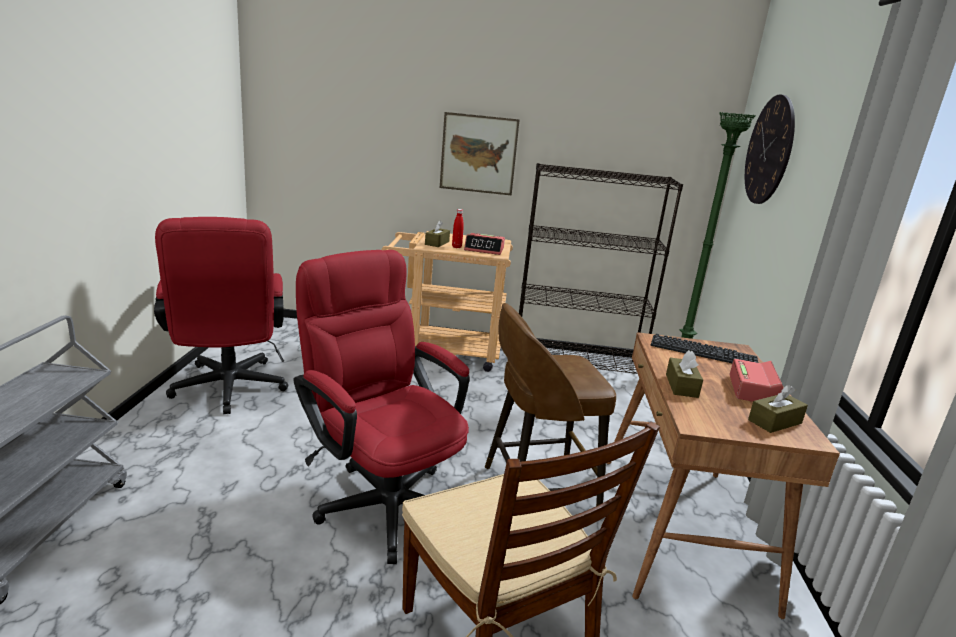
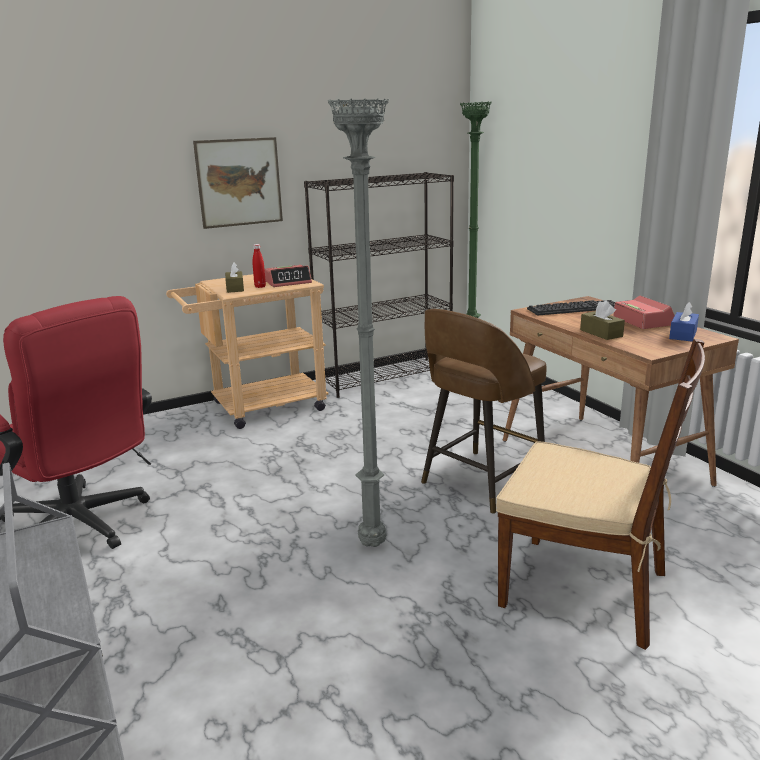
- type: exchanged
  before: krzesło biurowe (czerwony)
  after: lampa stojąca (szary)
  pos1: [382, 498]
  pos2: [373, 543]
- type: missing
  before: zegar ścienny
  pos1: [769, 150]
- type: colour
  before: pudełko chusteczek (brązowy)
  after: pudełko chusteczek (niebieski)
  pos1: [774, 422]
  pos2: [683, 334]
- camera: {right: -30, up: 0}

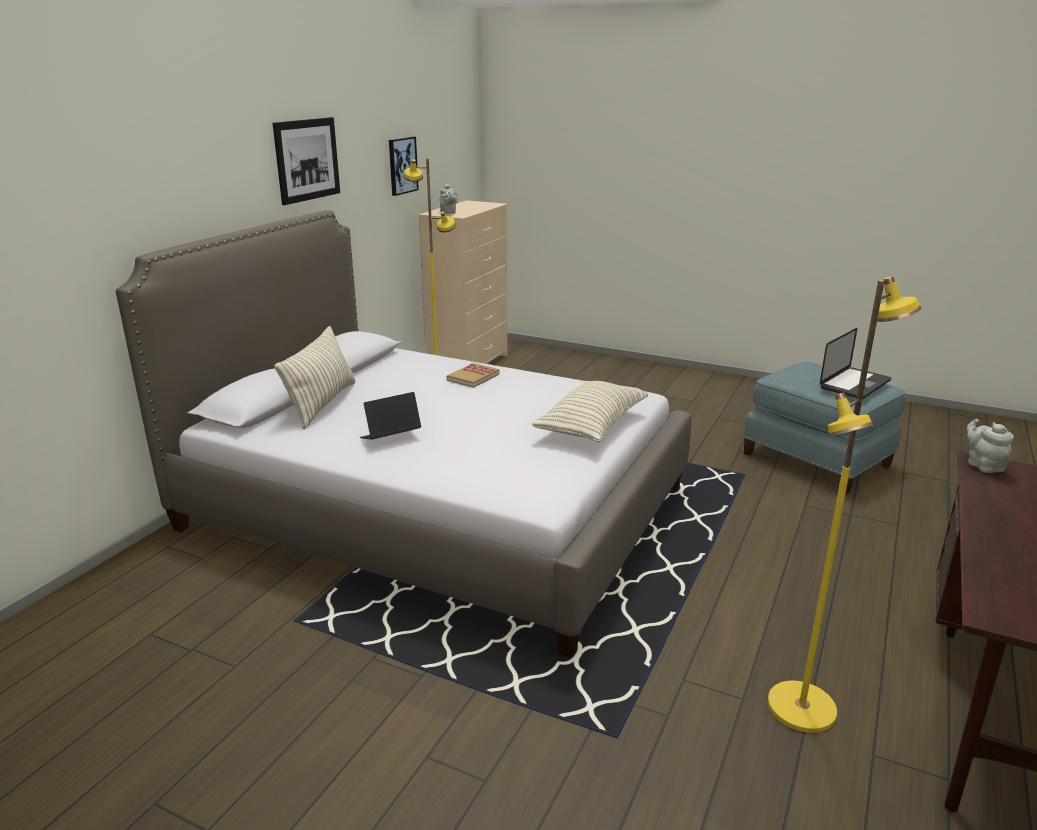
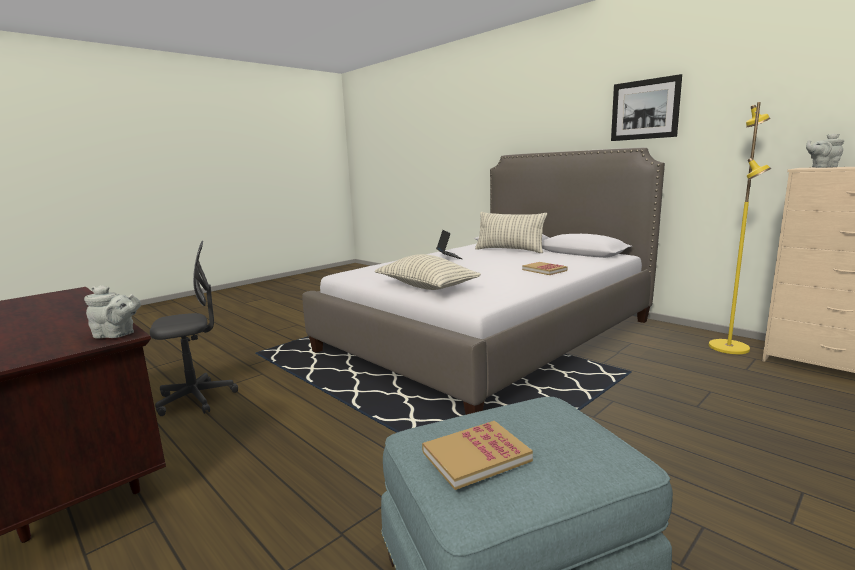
- type: missing
  before: obraz
  pos1: [402, 165]
- type: exchanged
  before: lampa stojąca (żółty)
  after: krzesło biurowe (szary)
  pos1: [803, 708]
  pos2: [196, 399]
- type: exchanged
  before: laptop
  after: książka
  pos1: [855, 384]
  pos2: [476, 456]
- camera: {right: 110, up: -10}

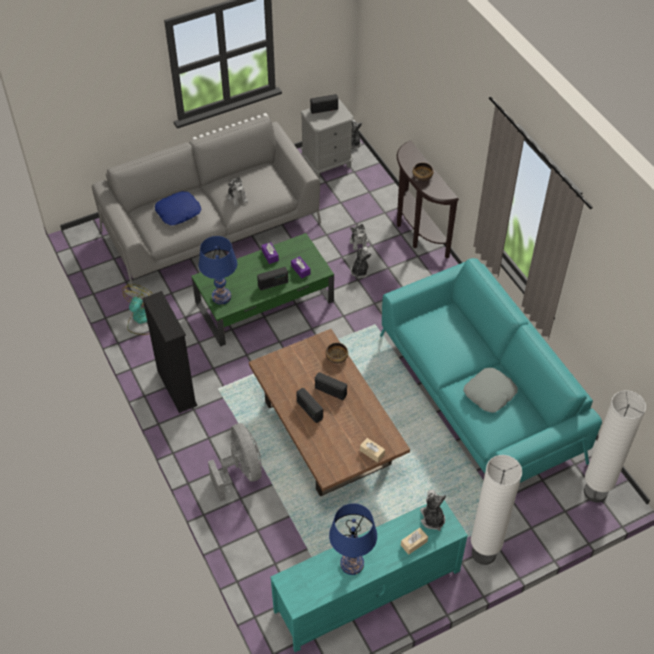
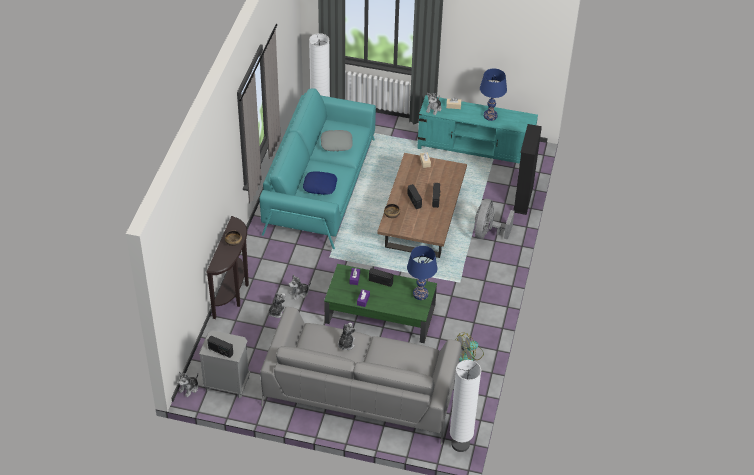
- type: relocated
  before: regał (czarny)
  pos1: [176, 388]
  pos2: [523, 199]
- type: relocated
  before: poduszka (niebieski)
  pos1: [178, 212]
  pos2: [320, 185]
- type: relocated
  before: lampa stojąca (biały)
  pos1: [483, 553]
  pos2: [460, 444]
- camera: {right: -140, up: -5}

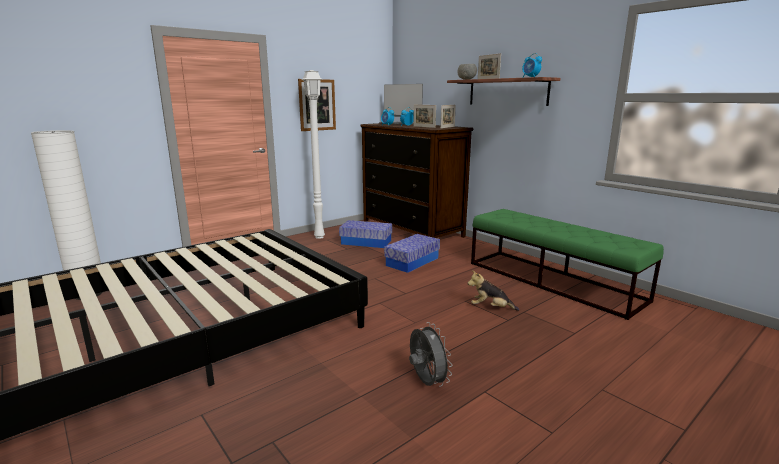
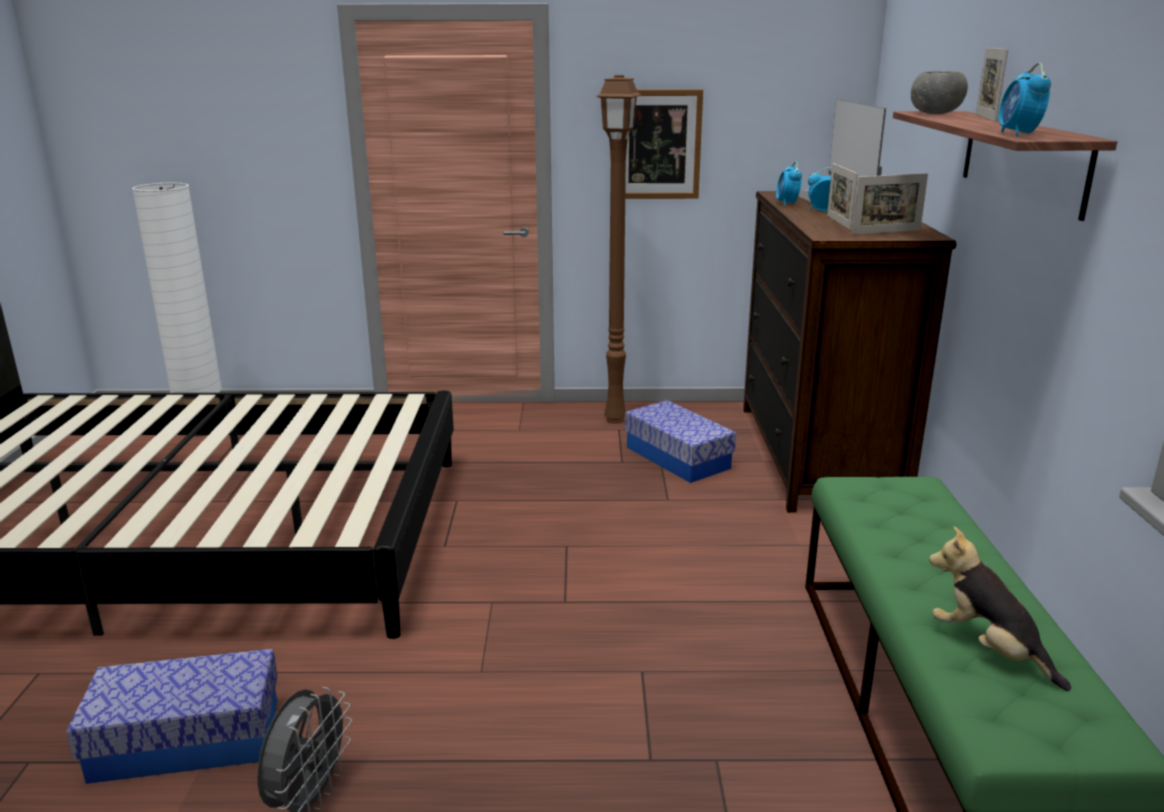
- type: colour
  before: lampa stojąca (biały)
  after: lampa stojąca (brązowy)
  pos1: [320, 237]
  pos2: [617, 419]
- type: relocated
  before: pojemnik do przechowywania
  pos1: [412, 262]
  pos2: [186, 740]
- type: relocated
  before: pluszak
  pos1: [490, 308]
  pos2: [988, 649]
- camera: {right: 40, up: 5}

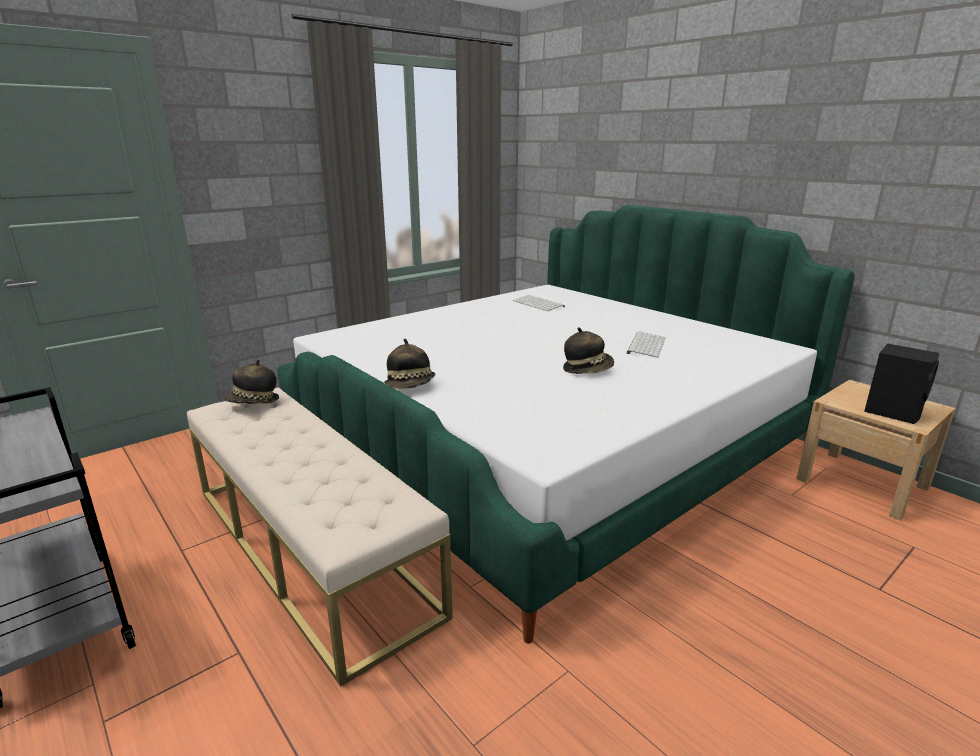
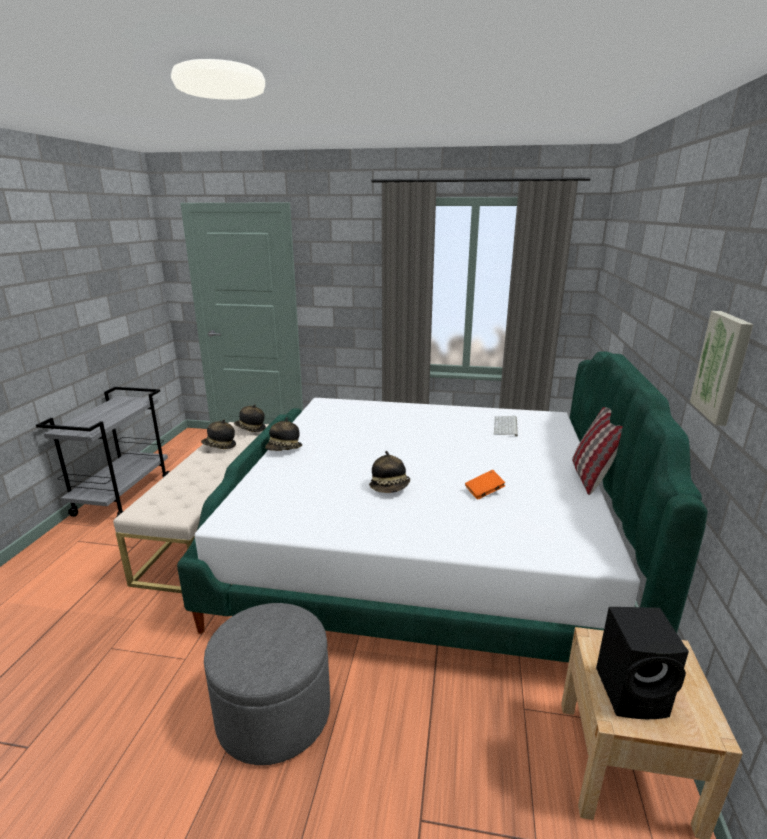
- type: exchanged
  before: klawiatura
  after: książka (pomarańczowy)
  pos1: [645, 345]
  pos2: [484, 492]
- type: appeared
  after: kapelusz
  pos2: [219, 446]
- type: appeared
  after: pufa (szary)
  pos2: [274, 713]
- type: appeared
  after: poduszka
  pos2: [590, 477]
- type: appeared
  after: obraz
  pos2: [723, 367]
- camera: {right: 50, up: 0}

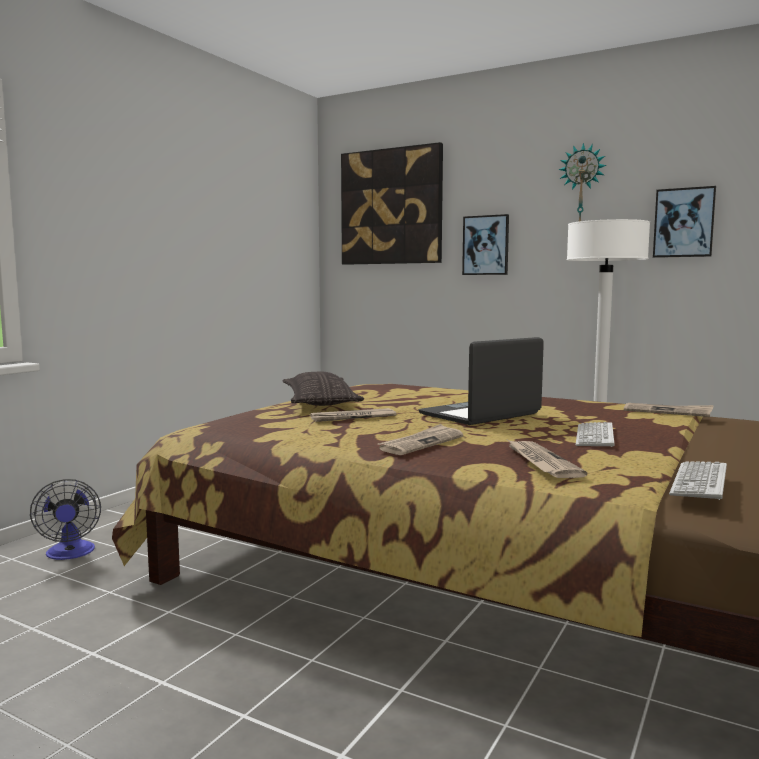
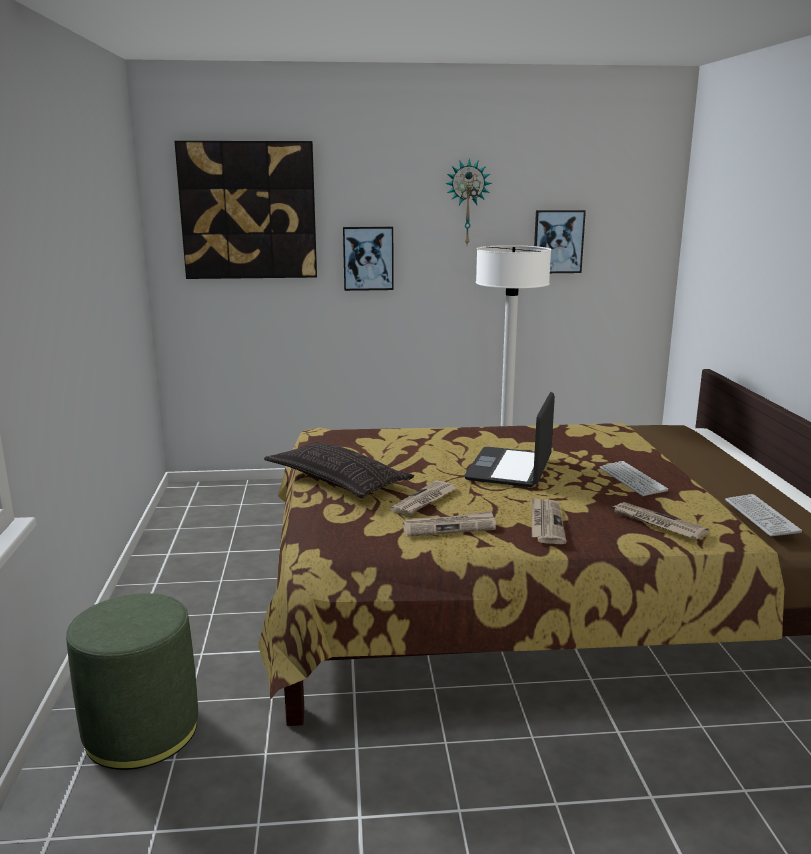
- type: exchanged
  before: wentylator
  after: pufa (zielony)
  pos1: [70, 554]
  pos2: [141, 731]
- type: relocated
  before: gazeta
  pos1: [667, 412]
  pos2: [450, 527]
- camera: {right: -35, up: 10}

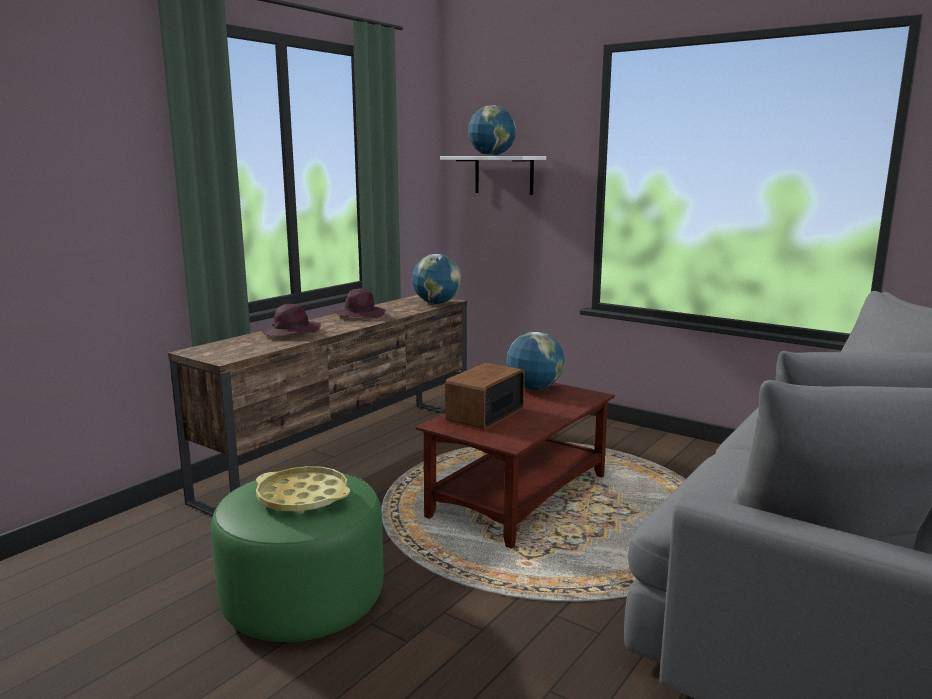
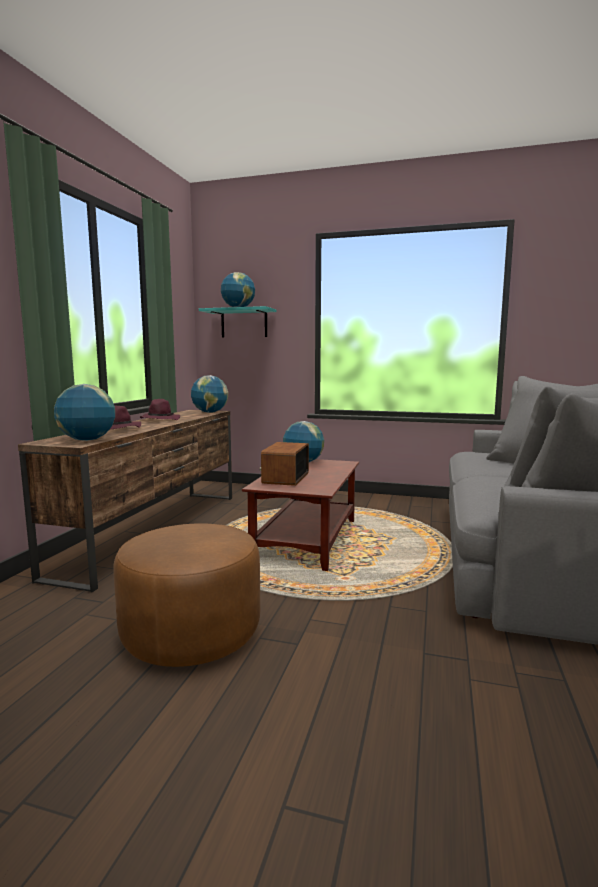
- type: colour
  before: pufa (zielony)
  after: pufa (brązowy)
  pos1: [303, 600]
  pos2: [191, 632]
- type: missing
  before: taca (żółty)
  pos1: [303, 497]
- type: colour
  before: półka (biały)
  after: półka (turkusowy)
  pos1: [504, 175]
  pos2: [244, 323]
- type: appeared
  after: globus
  pos2: [87, 440]
- camera: {right: -20, up: -5}

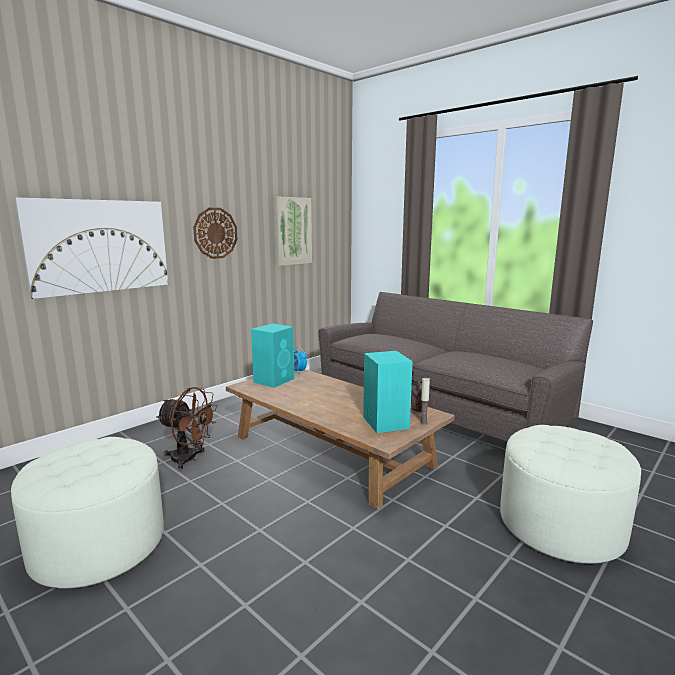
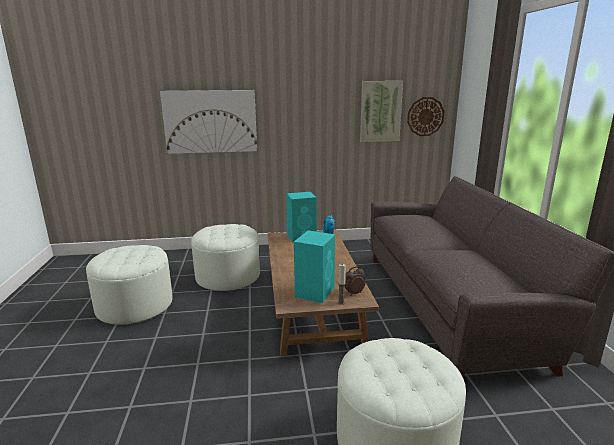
- type: exchanged
  before: wentylator (brązowy)
  after: pufa (biały)
  pos1: [189, 459]
  pos2: [228, 277]
- type: relocated
  before: zegar ścienny
  pos1: [215, 233]
  pos2: [425, 116]
- camera: {right: 40, up: 5}

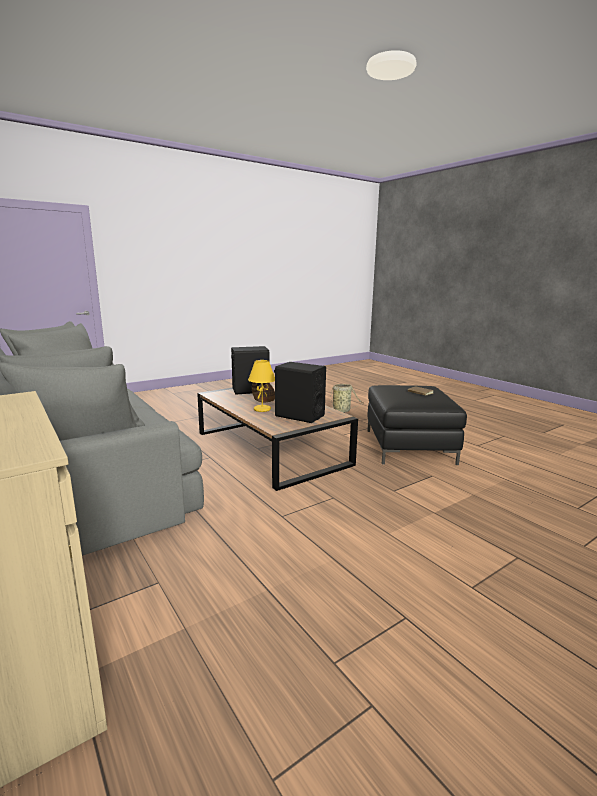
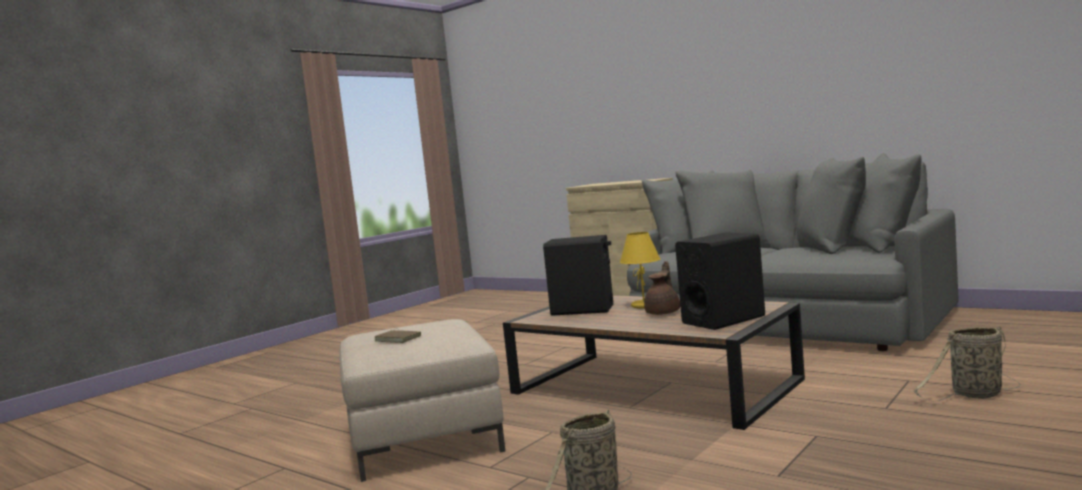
- type: colour
  before: pufa (czarny)
  after: pufa (beżowy)
  pos1: [408, 446]
  pos2: [424, 437]
- type: appeared
  after: koszyk
  pos2: [974, 395]
- camera: {right: 165, up: -10}

